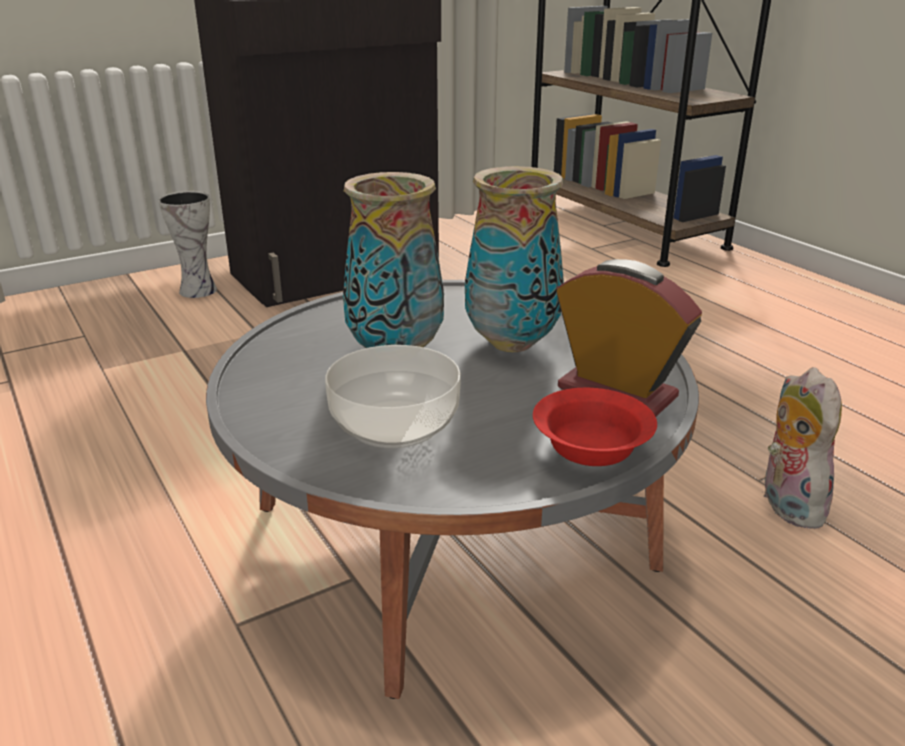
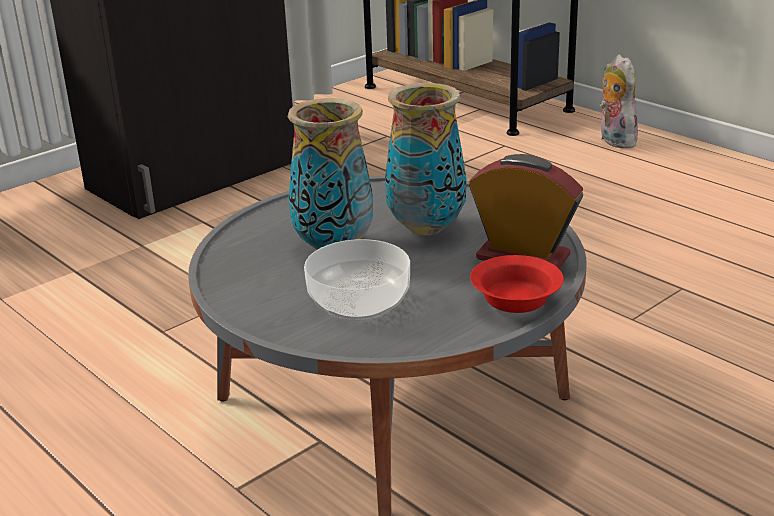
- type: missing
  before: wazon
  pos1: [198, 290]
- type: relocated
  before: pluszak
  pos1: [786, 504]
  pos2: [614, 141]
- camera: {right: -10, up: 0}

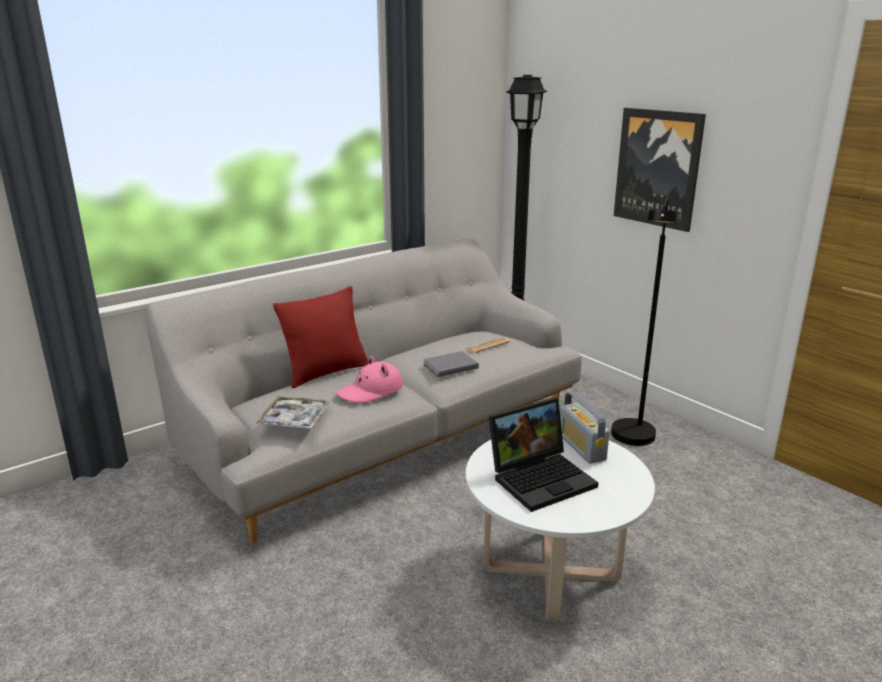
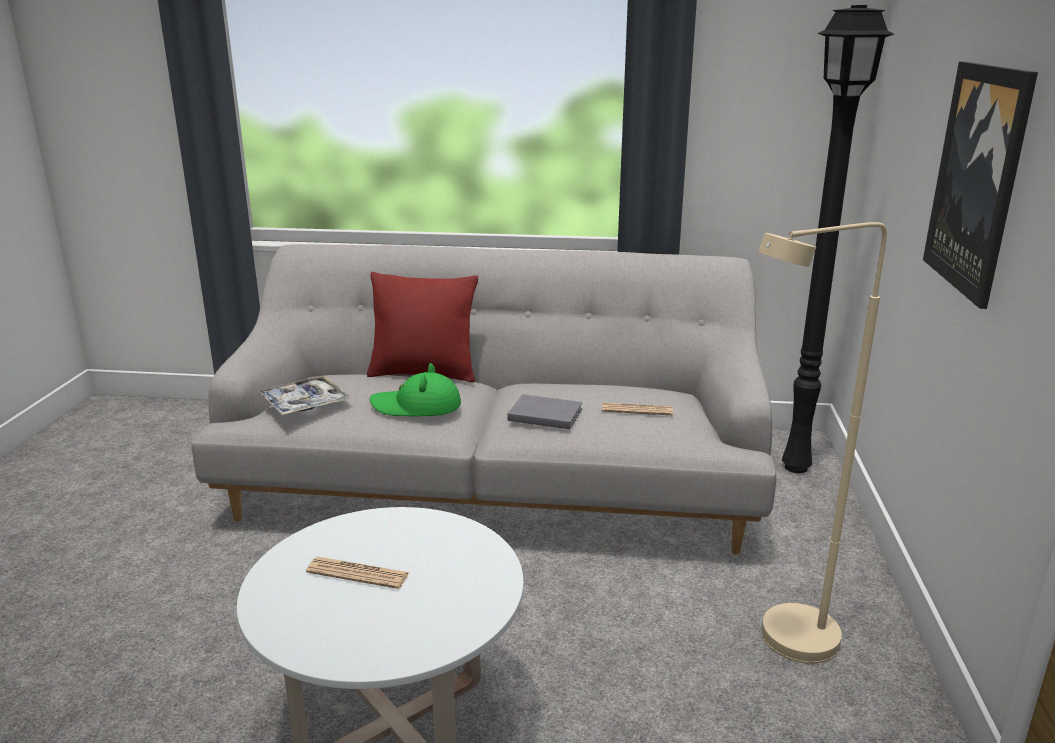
- type: colour
  before: kapelusz (różowy)
  after: kapelusz (zielony)
  pos1: [371, 391]
  pos2: [416, 406]
- type: exchanged
  before: laptop
  after: gazeta
  pos1: [541, 478]
  pos2: [358, 573]
- type: missing
  before: radio
  pos1: [581, 447]
- type: colour
  before: lampa stojąca (czarny)
  after: lampa stojąca (beżowy)
  pos1: [633, 441]
  pos2: [784, 646]
- camera: {right: 45, up: 0}

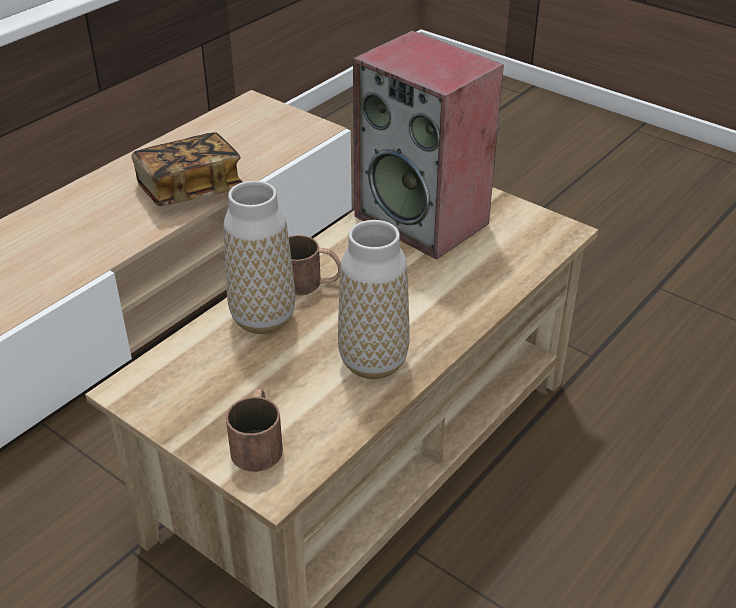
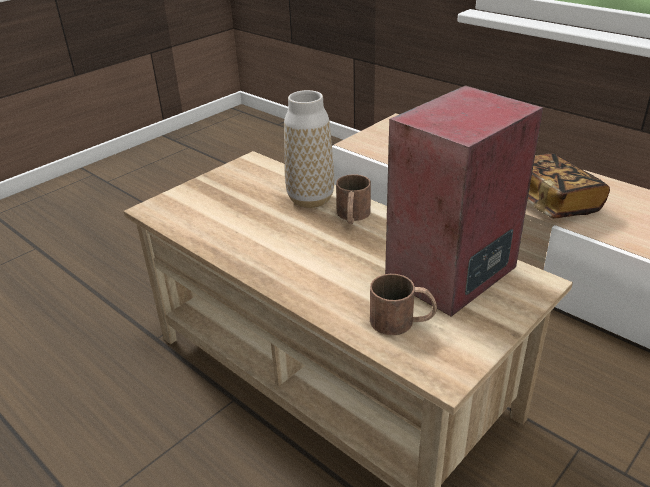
- type: relocated
  before: kubek (brązowy)
  pos1: [258, 441]
  pos2: [402, 321]
- type: missing
  before: wazon
  pos1: [373, 362]
- camera: {right: 95, up: -5}

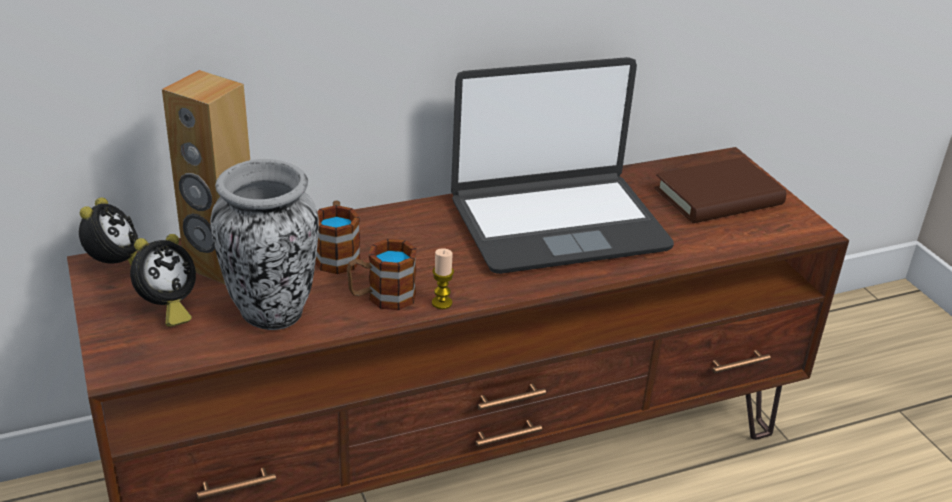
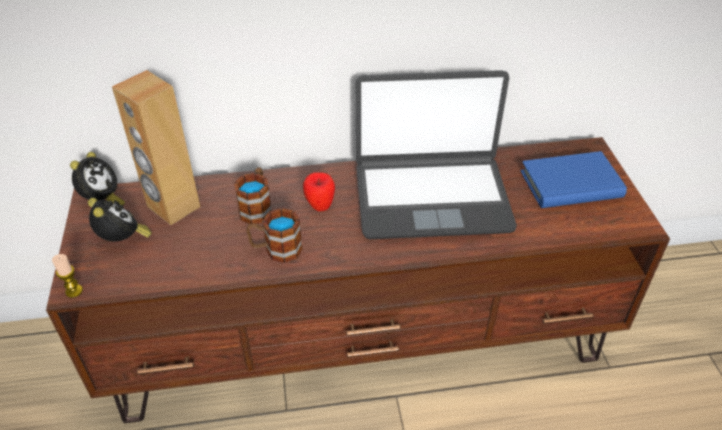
- type: spun
  before: budzik
  pos1: [167, 308]
  pos2: [123, 241]
  turn: -90
- type: missing
  before: wazon
  pos1: [272, 313]
- type: relocated
  before: świeca
  pos1: [442, 303]
  pos2: [74, 291]
- type: colour
  before: książka (brązowy)
  after: książka (niebieski)
  pos1: [718, 197]
  pos2: [571, 185]
- type: appeared
  after: jabłko
  pos2: [320, 207]
- camera: {right: 15, up: 10}

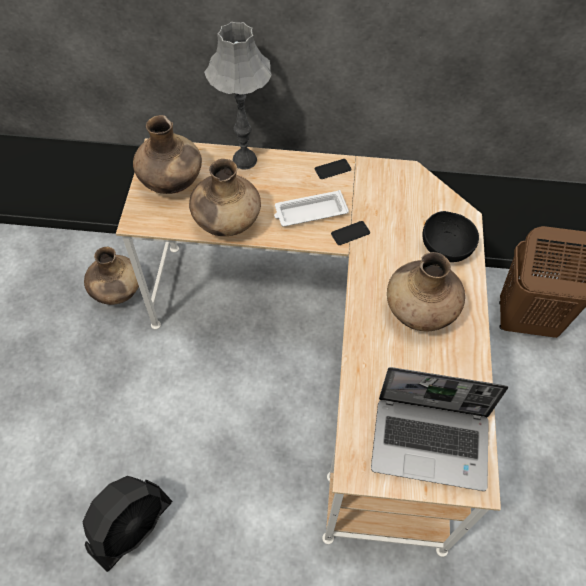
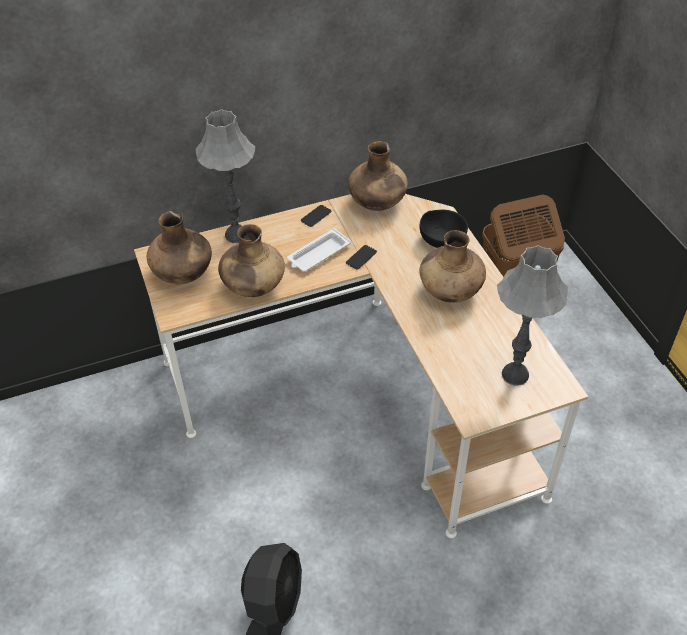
- type: relocated
  before: wazon (brązowy)
  pos1: [117, 291]
  pos2: [377, 203]
- type: exchanged
  before: laptop
  after: lampa stołowa (szary)
  pos1: [431, 442]
  pos2: [514, 375]
- camera: {right: -25, up: -10}

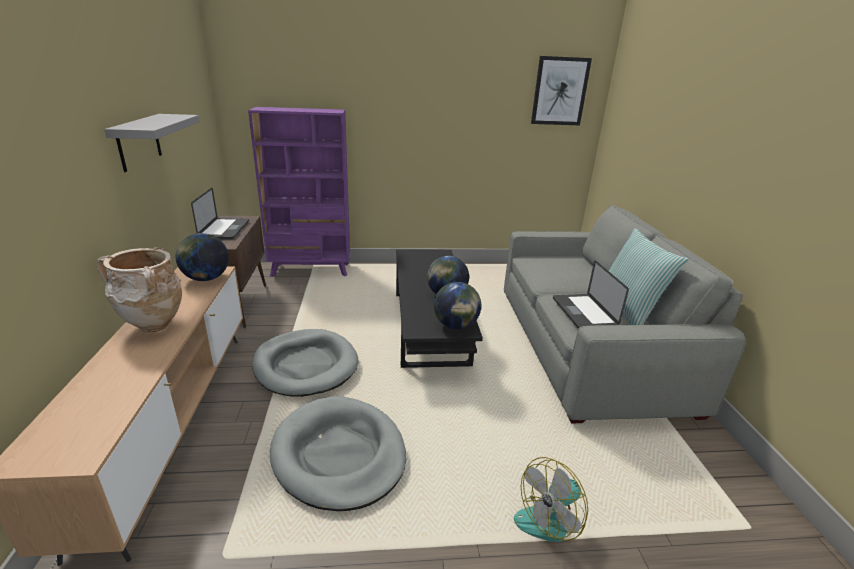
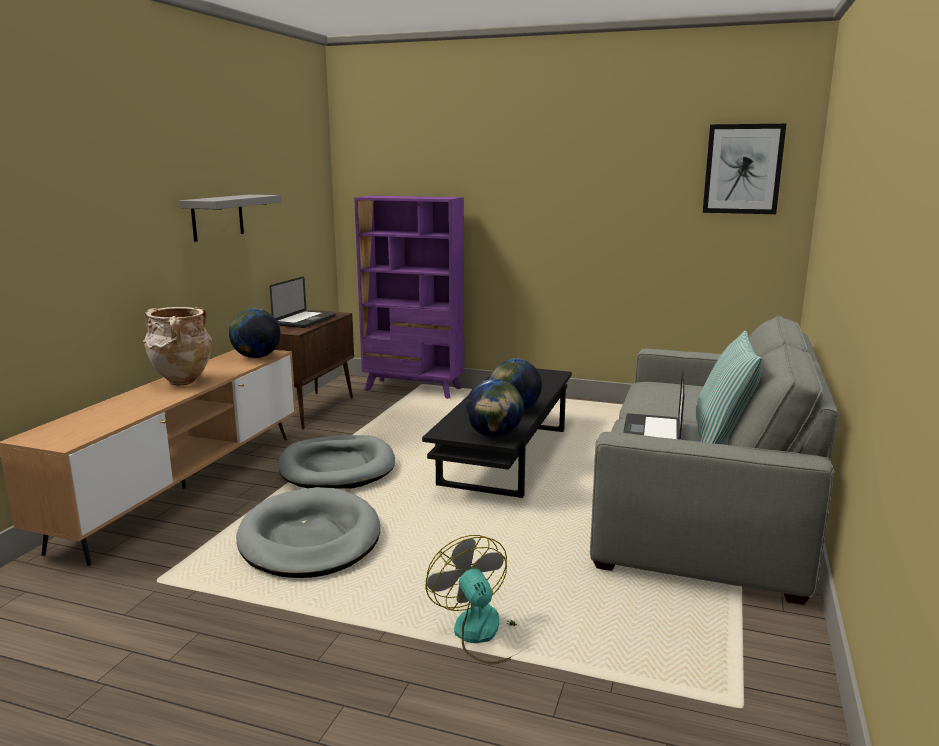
- type: spun
  before: wentylator
  pos1: [550, 518]
  pos2: [484, 634]
  turn: 75
- camera: {right: 25, up: -10}

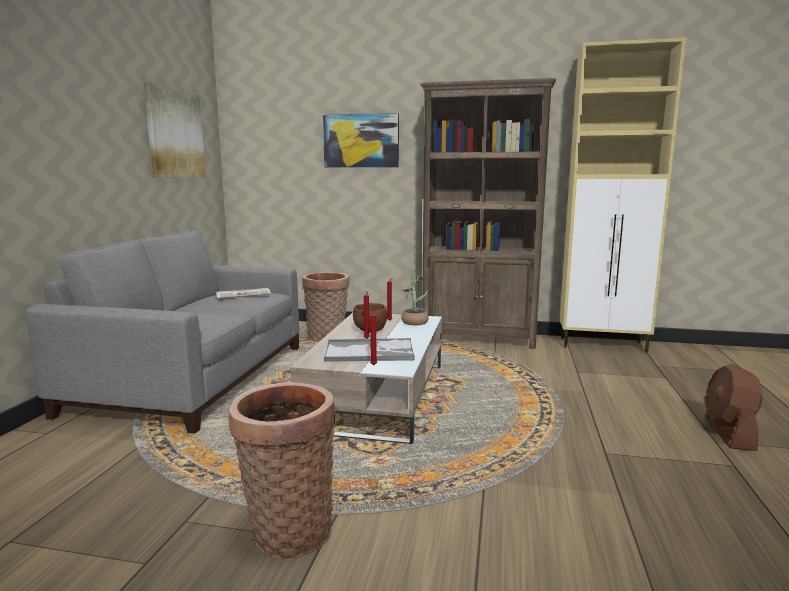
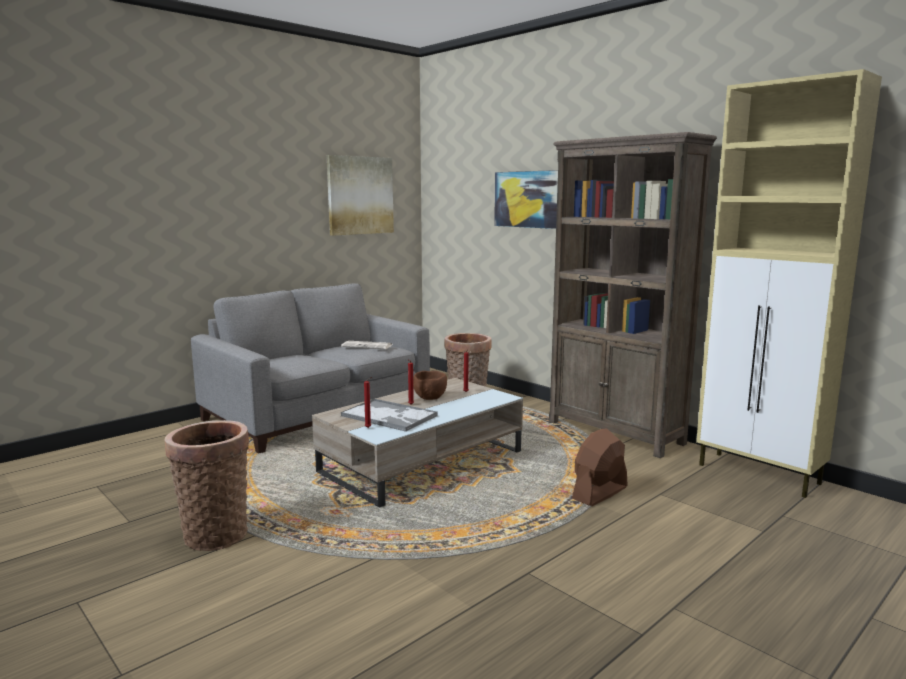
- type: missing
  before: roślina doniczkowa
  pos1: [414, 321]
- type: relocated
  before: wentylator (brązowy)
  pos1: [729, 433]
  pos2: [599, 493]
- camera: {right: 35, up: 0}

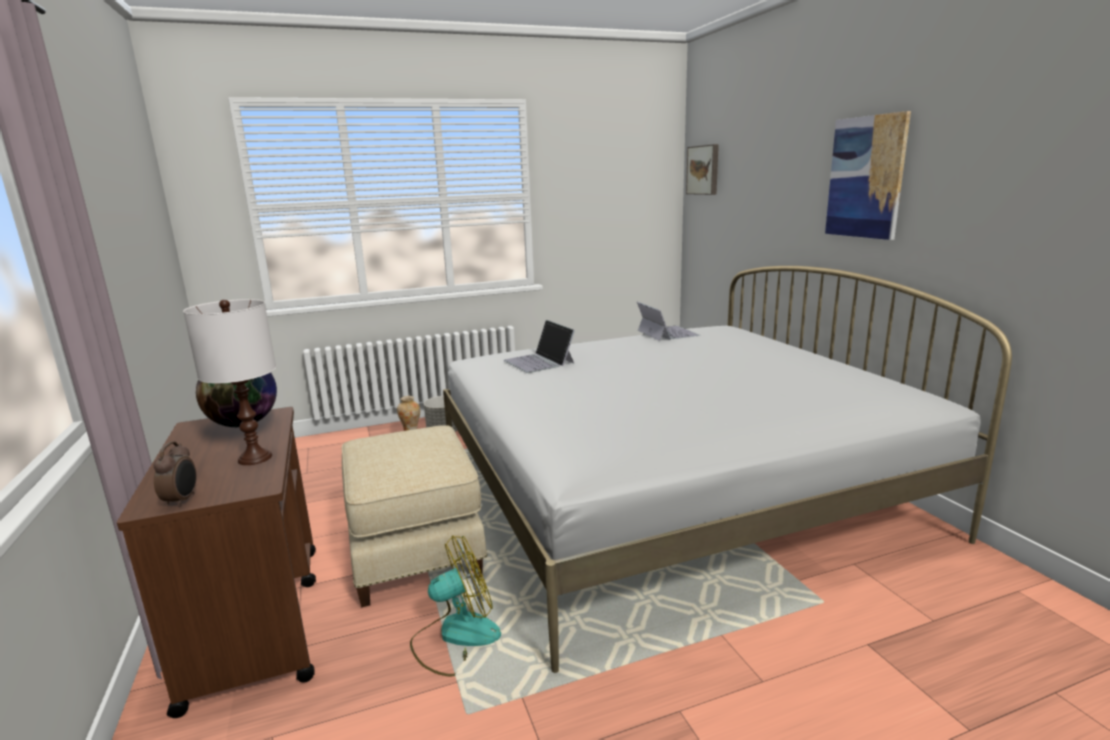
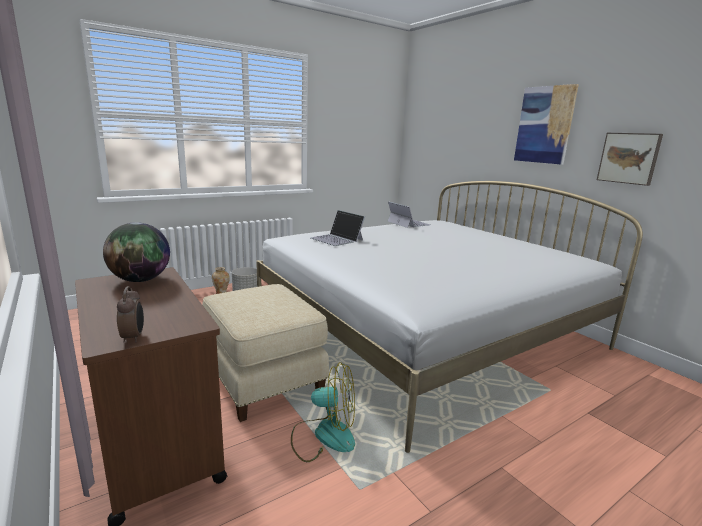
- type: missing
  before: lampa stołowa (biały)
  pos1: [255, 458]
- type: spun
  before: wentylator
  pos1: [455, 636]
  pos2: [324, 435]
  turn: 45
- type: relocated
  before: obraz
  pos1: [704, 170]
  pos2: [629, 158]
- camera: {right: -15, up: 0}

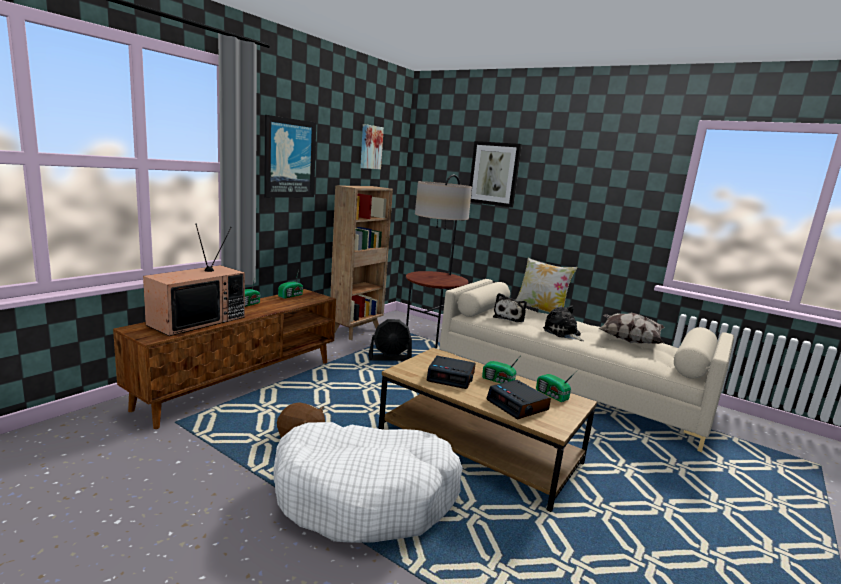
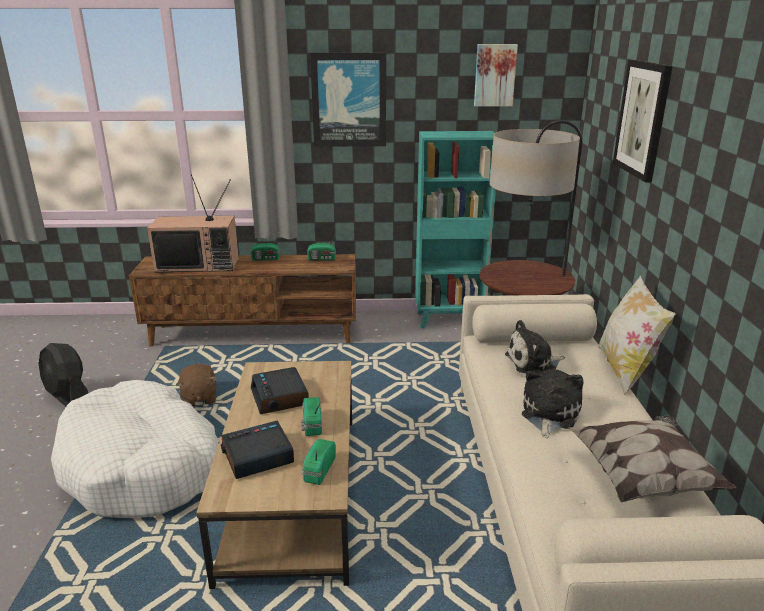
- type: colour
  before: regał (brązowy)
  after: regał (turkusowy)
  pos1: [357, 331]
  pos2: [449, 320]
- type: relocated
  before: wentylator (czarny)
  pos1: [390, 358]
  pos2: [68, 397]
- type: spun
  before: budzik
  pos1: [518, 405]
  pos2: [257, 456]
  turn: 45
- camera: {right: 55, up: 10}

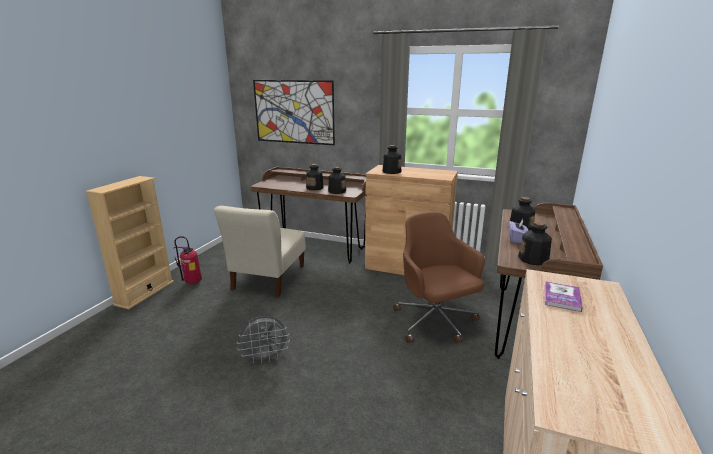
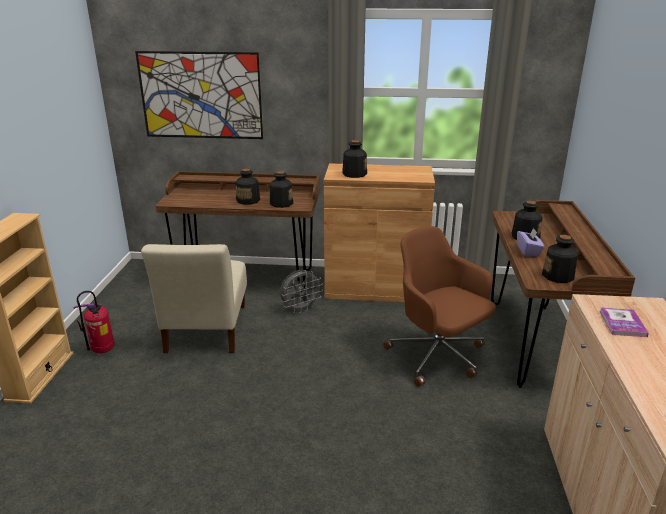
- type: relocated
  before: wentylator (szary)
  pos1: [265, 358]
  pos2: [300, 309]
- camera: {right: -15, up: 5}

